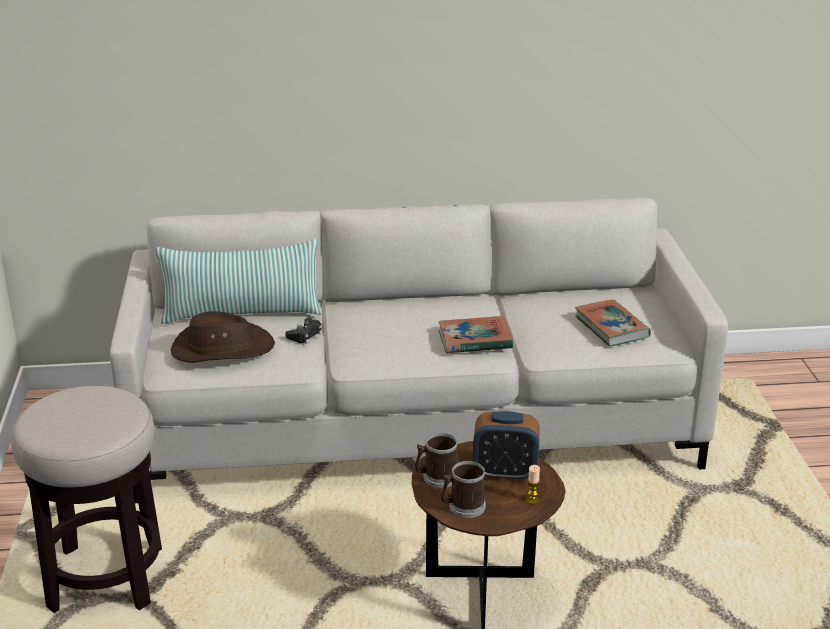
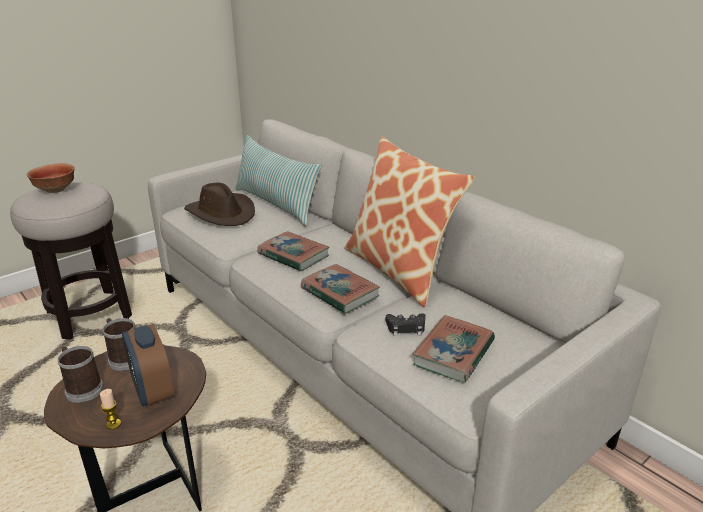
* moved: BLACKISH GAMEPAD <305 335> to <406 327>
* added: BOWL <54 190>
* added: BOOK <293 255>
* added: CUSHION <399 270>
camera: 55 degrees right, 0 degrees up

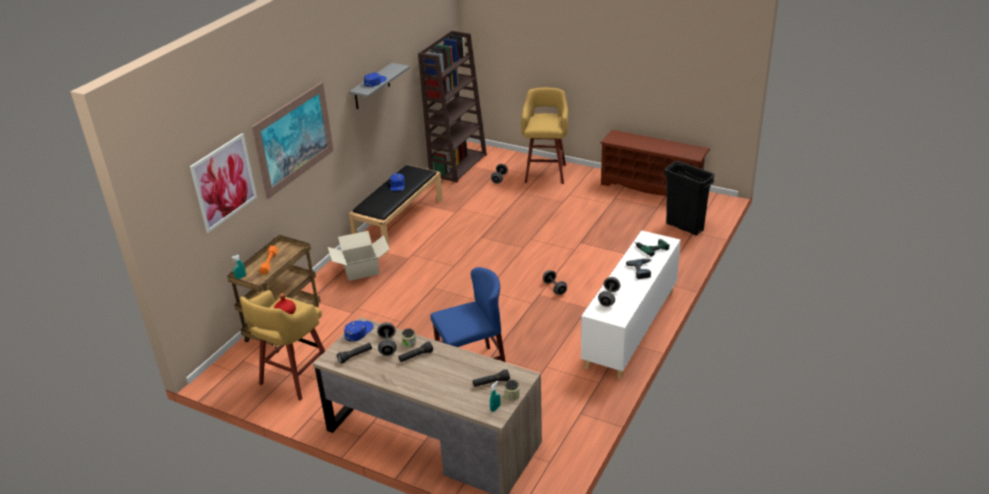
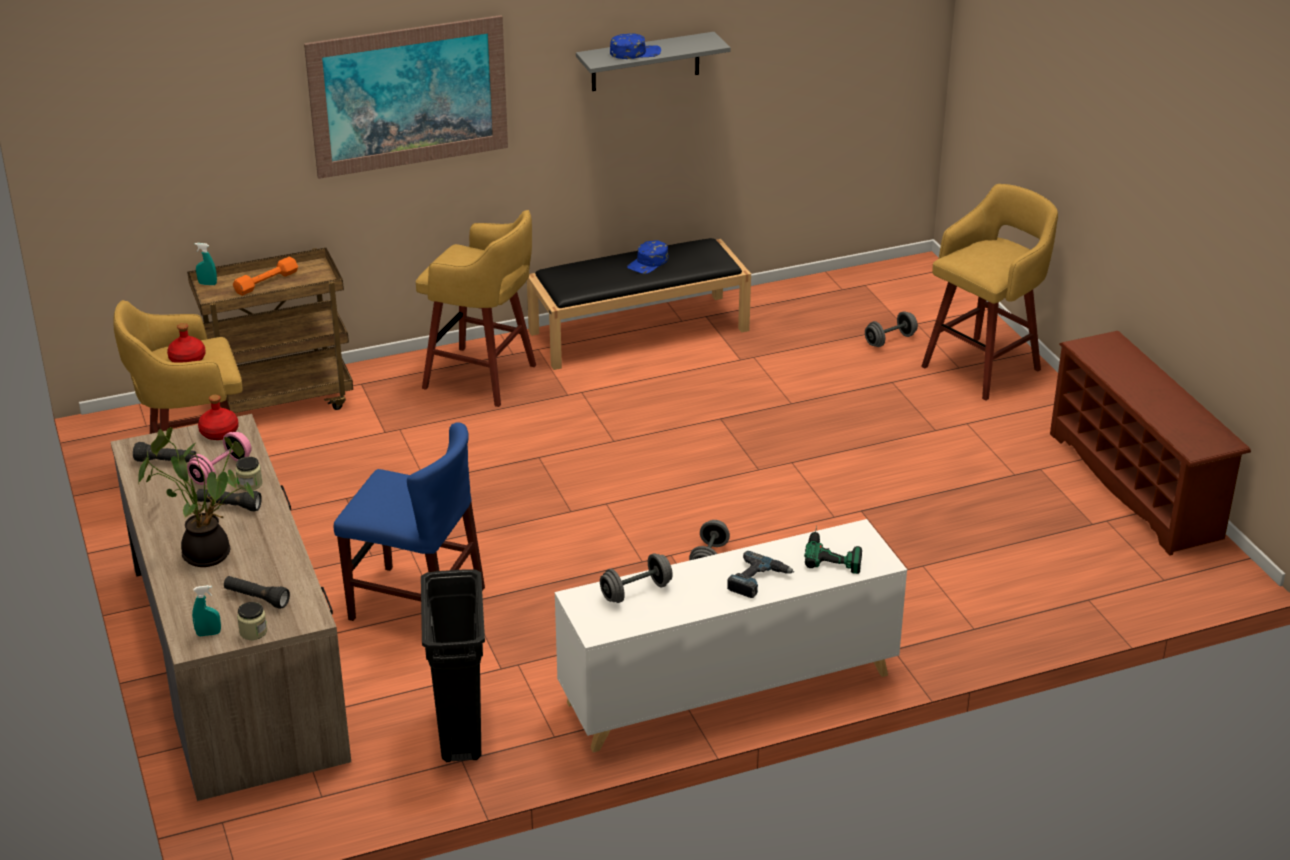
* removed: WALL ART <224 182>
* replaced: CARTON <361 270> to YELLOWISH STOOL <483 378>
* replaced: BLUE-COLOURED BASEBALL CAP <358 332> to RED-COLOURED DRINK BOTTLE <219 432>
* recoloured: GREY FREE WEIGHT <387 346> to PINK-COLOURED FREE WEIGHT <221 471>
* removed: BROWN-COLOURED SHELVING UNIT <458 165>
* moved: BLACKISH TRASH CAN <685 227> to <460 731>
* added: HOUSEPLANT <208 552>
camera: 40 degrees right, 0 degrees up

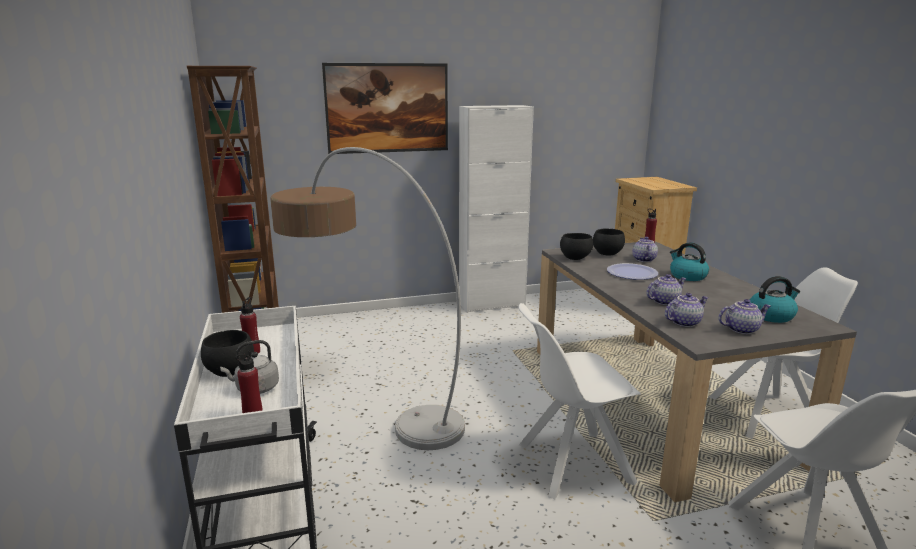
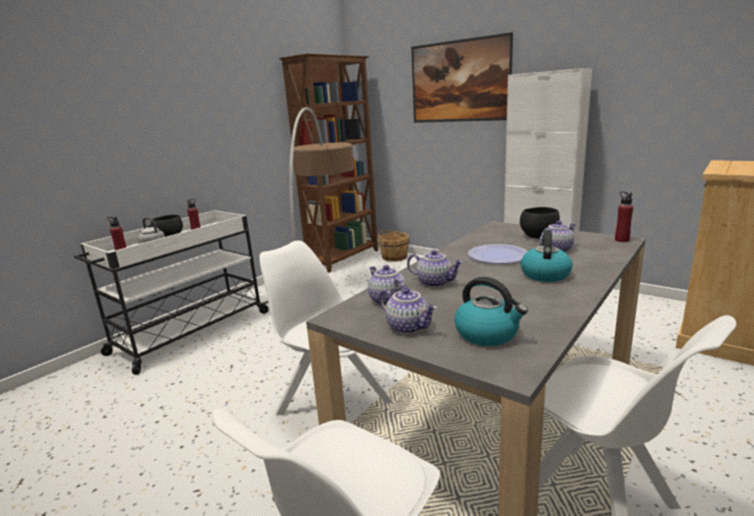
* removed: BLACKISH BOWL <574 258>
* turned: TEAPOT <684 322> = <386 300> 150 degrees counterclockwise
* added: BROWN-COLOURED BUCKET <394 257>
camera: 55 degrees right, 0 degrees up

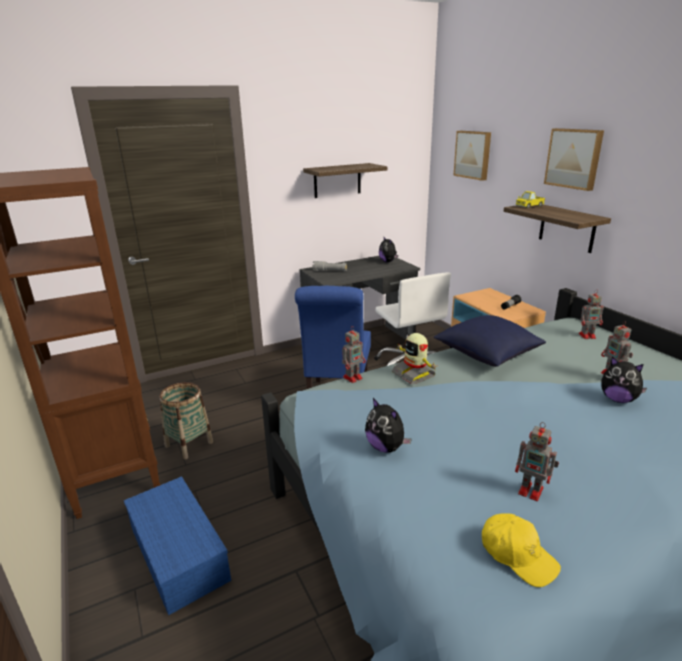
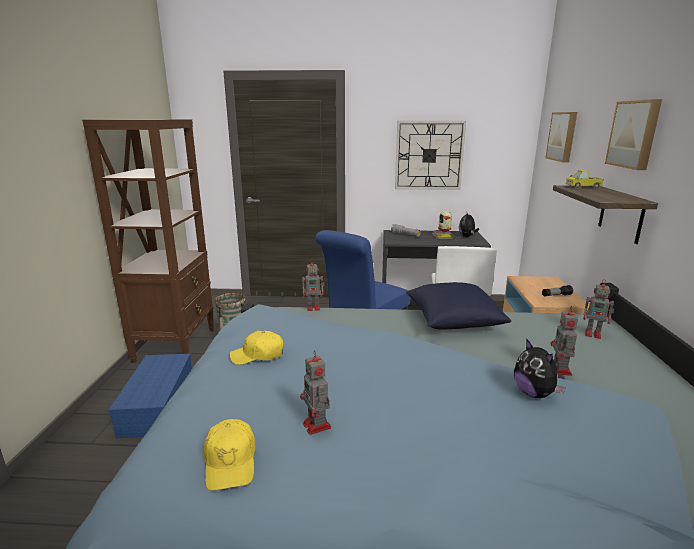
* replaced: SHELF <337 180> to WALL CLOCK <429 155>
* replaced: CUDDLY TOY <386 447> to YELLOWISH BASEBALL CAP <258 355>
* moved: TOY ROBOT <414 374> to <443 236>
camera: 30 degrees right, 5 degrees down

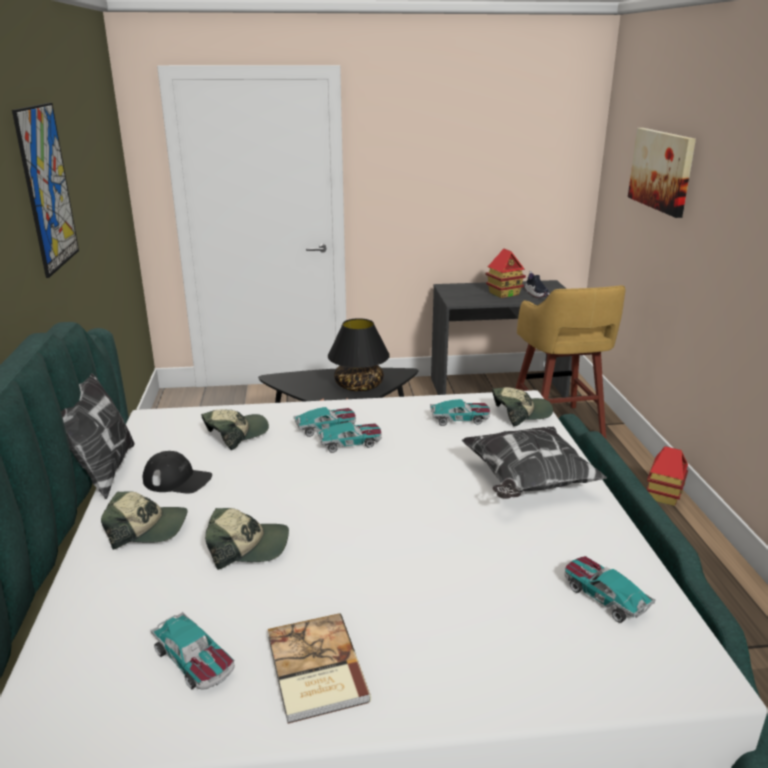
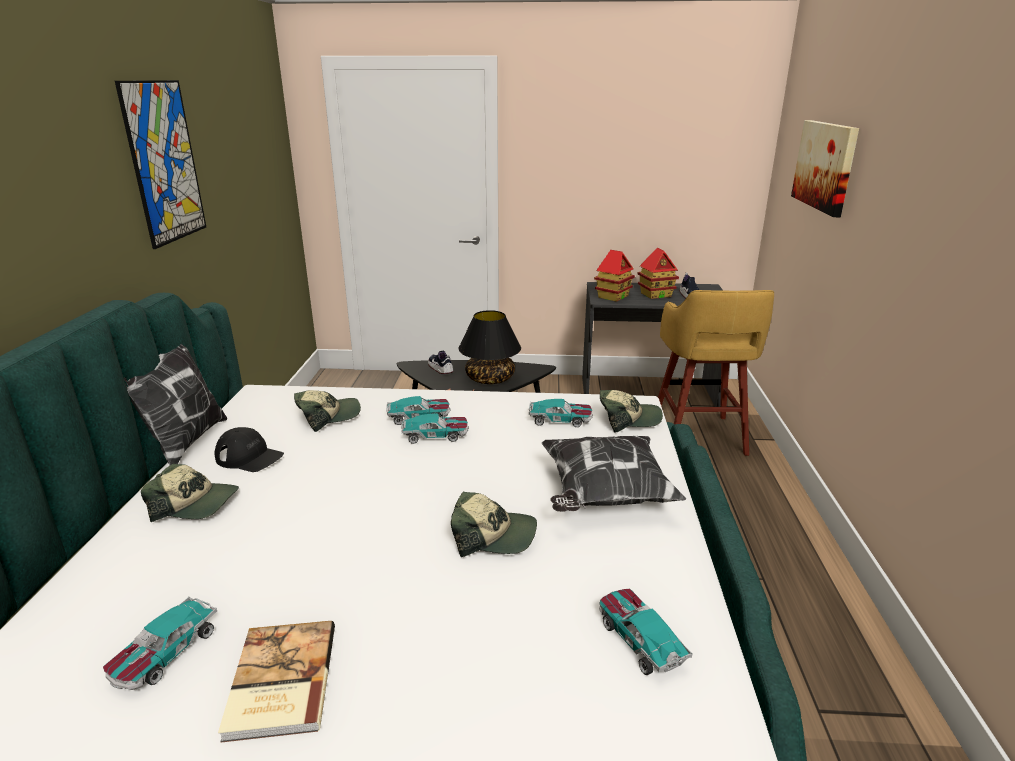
* turned: MODEL CAR <194 661> = <164 653> 60 degrees clockwise
* moved: BASEBALL CAP <248 546> to <493 535>
* moved: TOY HOUSE <663 495> to <613 296>
* added: ITEM OF FOOTWEAR <440 369>
camera: 10 degrees right, 0 degrees up

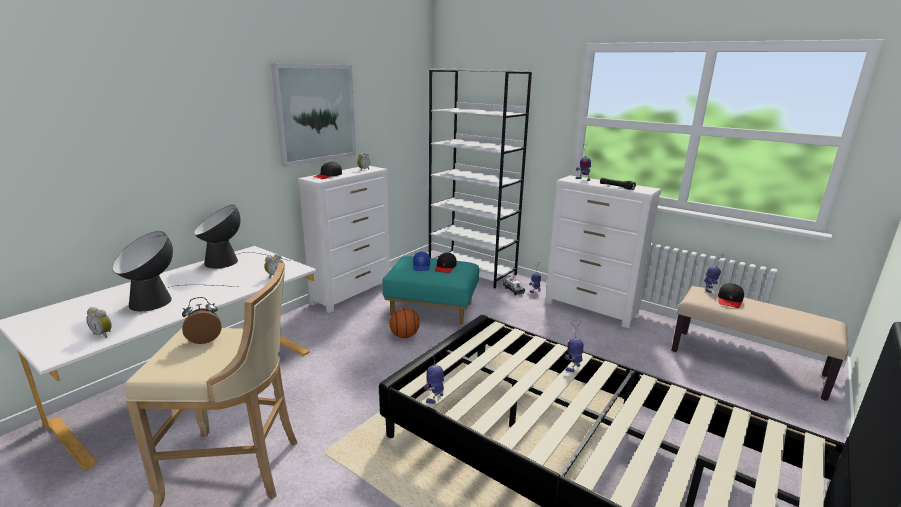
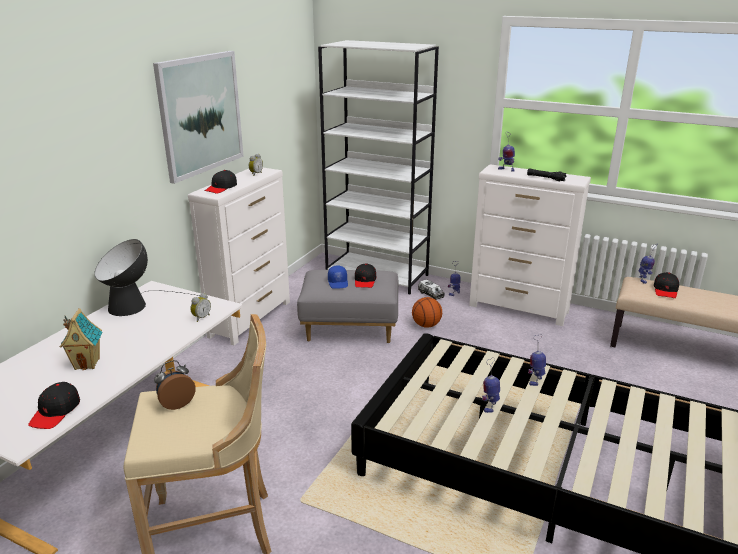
* replaced: TABLE CLOCK <104 334> to BLACKISH BASEBALL CAP <56 412>
* replaced: LAMP FOR A TABLE <158 300> to TOY HOUSE <87 363>
* recoloured: TURQUOISE FOOTREST <432 309> to GREY FOOTREST <350 328>
* moved: BASKETBALL BALL <404 336> to <426 325>
* moved: TOY ROBOT <435 397> to <490 406>
camera: 10 degrees left, 5 degrees up

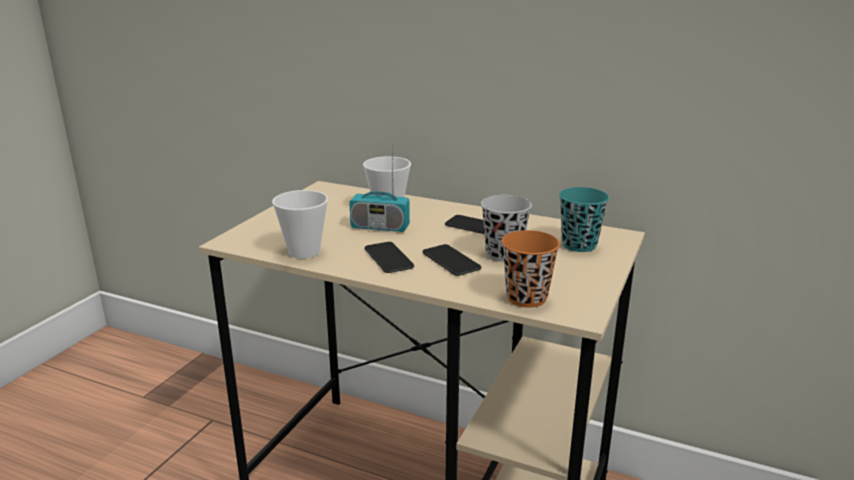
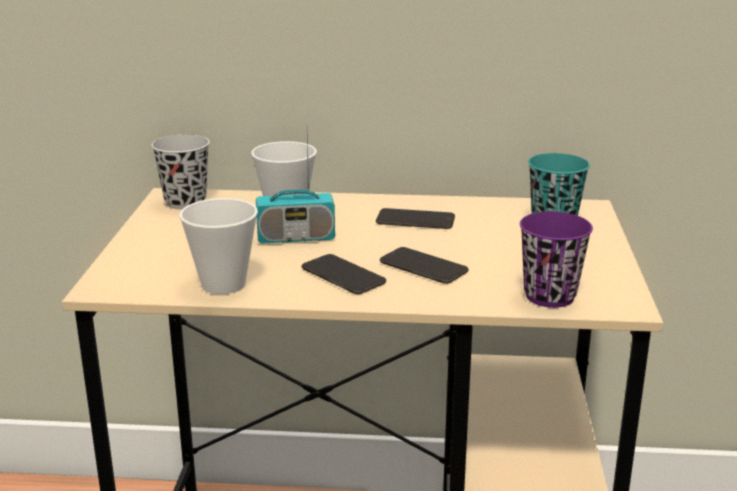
* moved: BLACKISH DRINKING CUP <503 254> to <185 202>
* recoloured: ORANGEY DRINKING CUP <526 298> to PURPLE-COLOURED DRINKING CUP <549 296>
camera: 20 degrees left, 0 degrees up

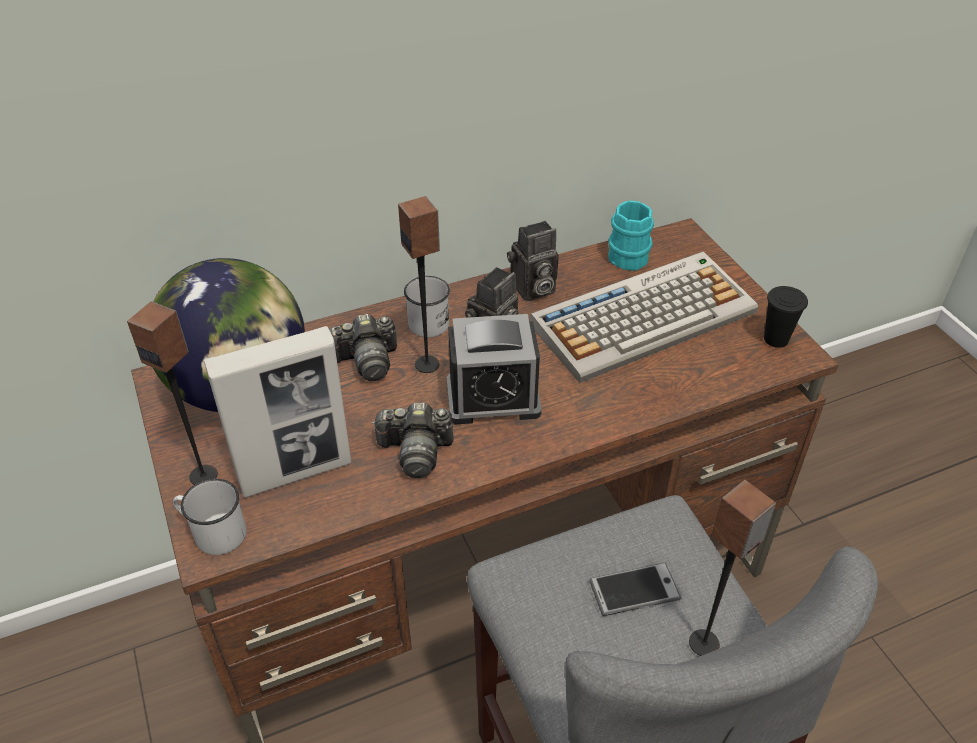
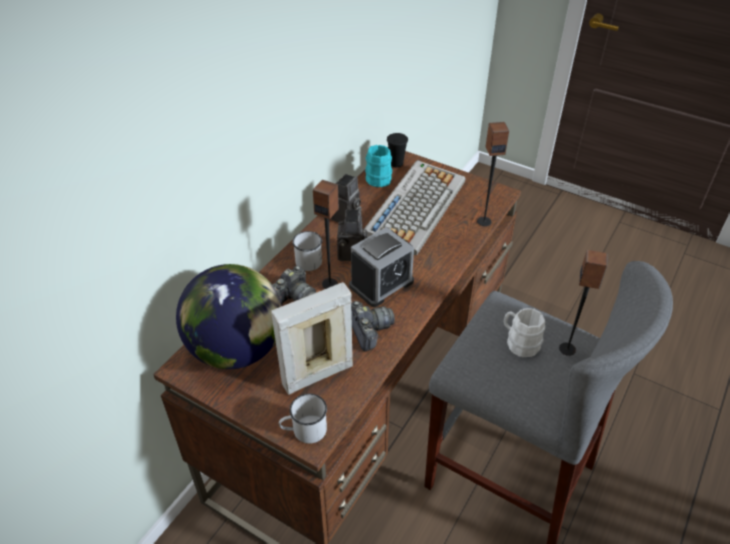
* moved: AUDIO SPEAKER <204 475> to <484 221>
* turned: PICTURE FRAME <296 472> = <317 375> 150 degrees counterclockwise
* turned: STILL CAMERA <416 451> = <369 331> 75 degrees counterclockwise
* replaced: HANDSET <634 590> to WHITE-COLOURED COFFEE MUG <519 343>
* moved: BLACKISH DRINKING CUP <776 339> to <396 163>
camera: 35 degrees left, 0 degrees up

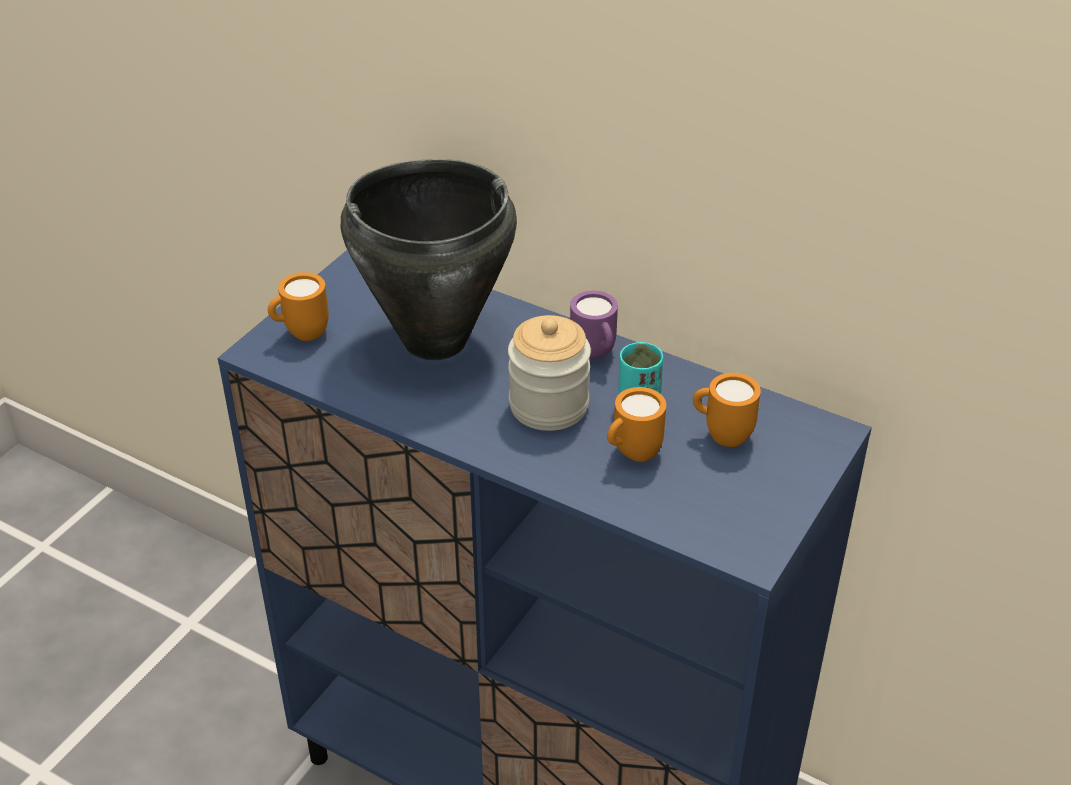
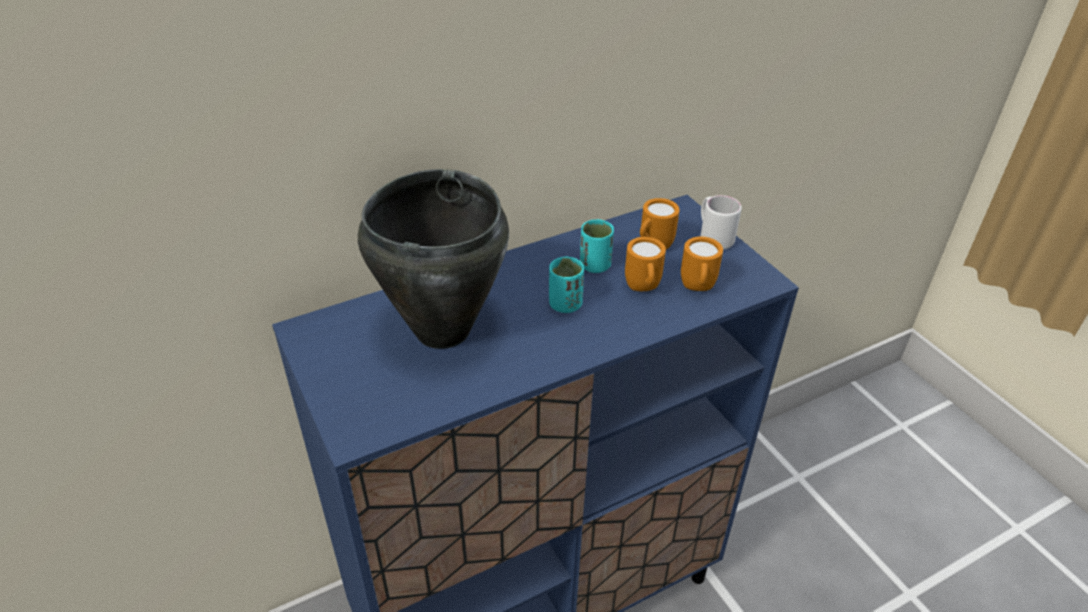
* moved: ORANGEY COFFEE MUG <301 334> to <697 289>
* replaced: PRESERVE JAR <548 405> to TURQUOISE DRINKING CUP <565 304>
* removed: PURPLE-COLOURED COFFEE MUG <595 355>
* added: WHITE-COLOURED COFFEE MUG <713 237>
camera: 60 degrees left, 0 degrees up

